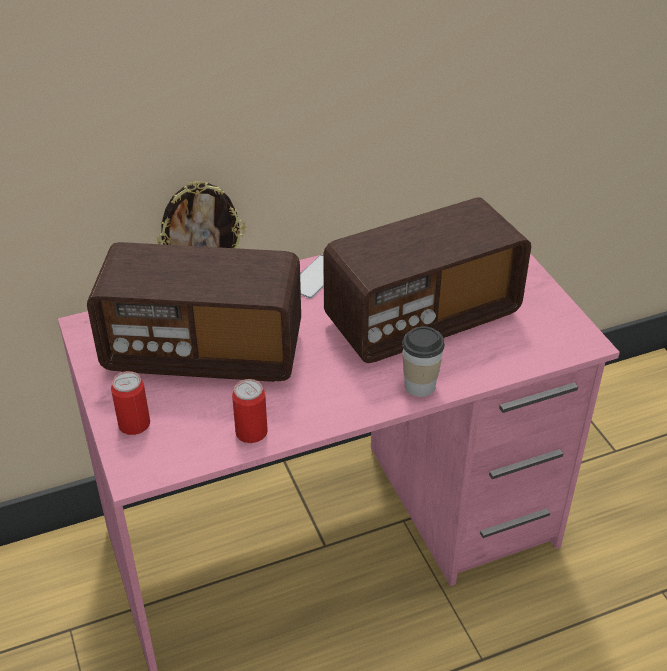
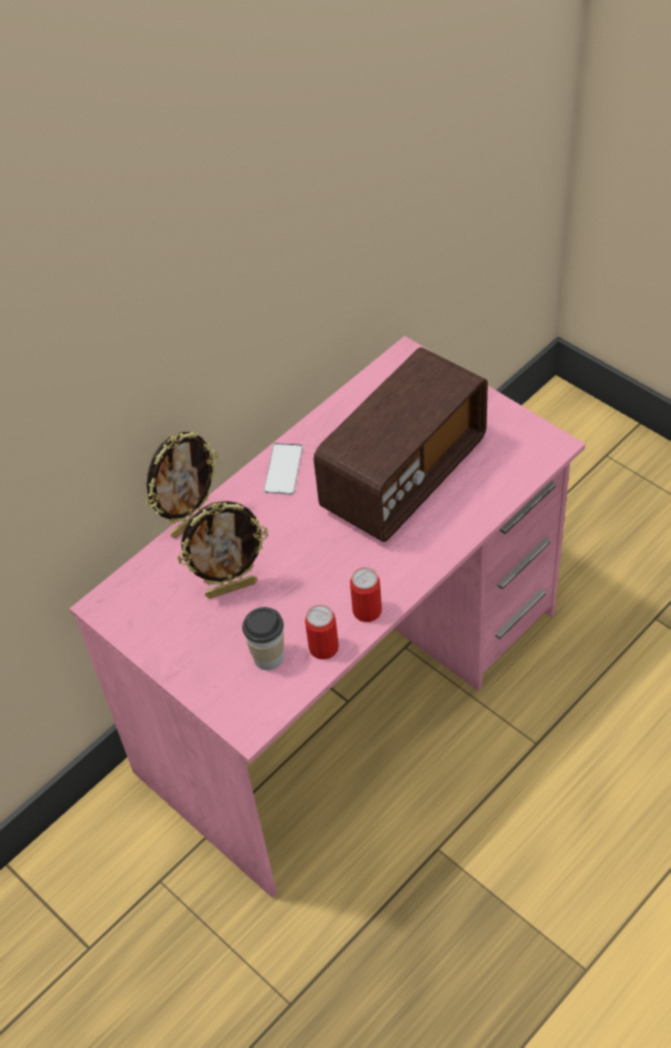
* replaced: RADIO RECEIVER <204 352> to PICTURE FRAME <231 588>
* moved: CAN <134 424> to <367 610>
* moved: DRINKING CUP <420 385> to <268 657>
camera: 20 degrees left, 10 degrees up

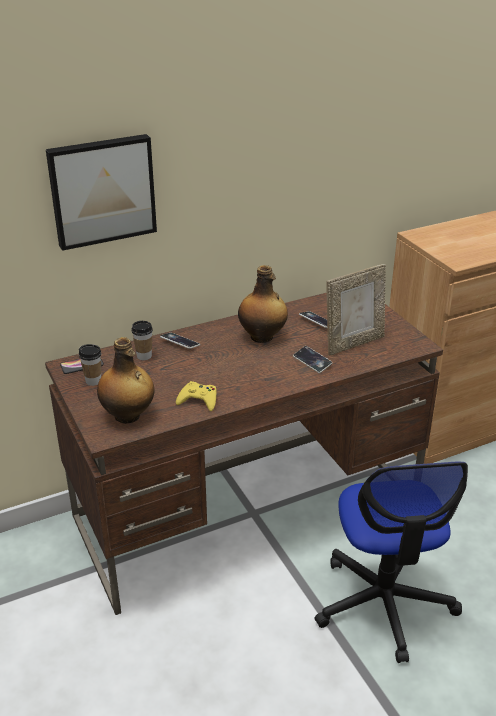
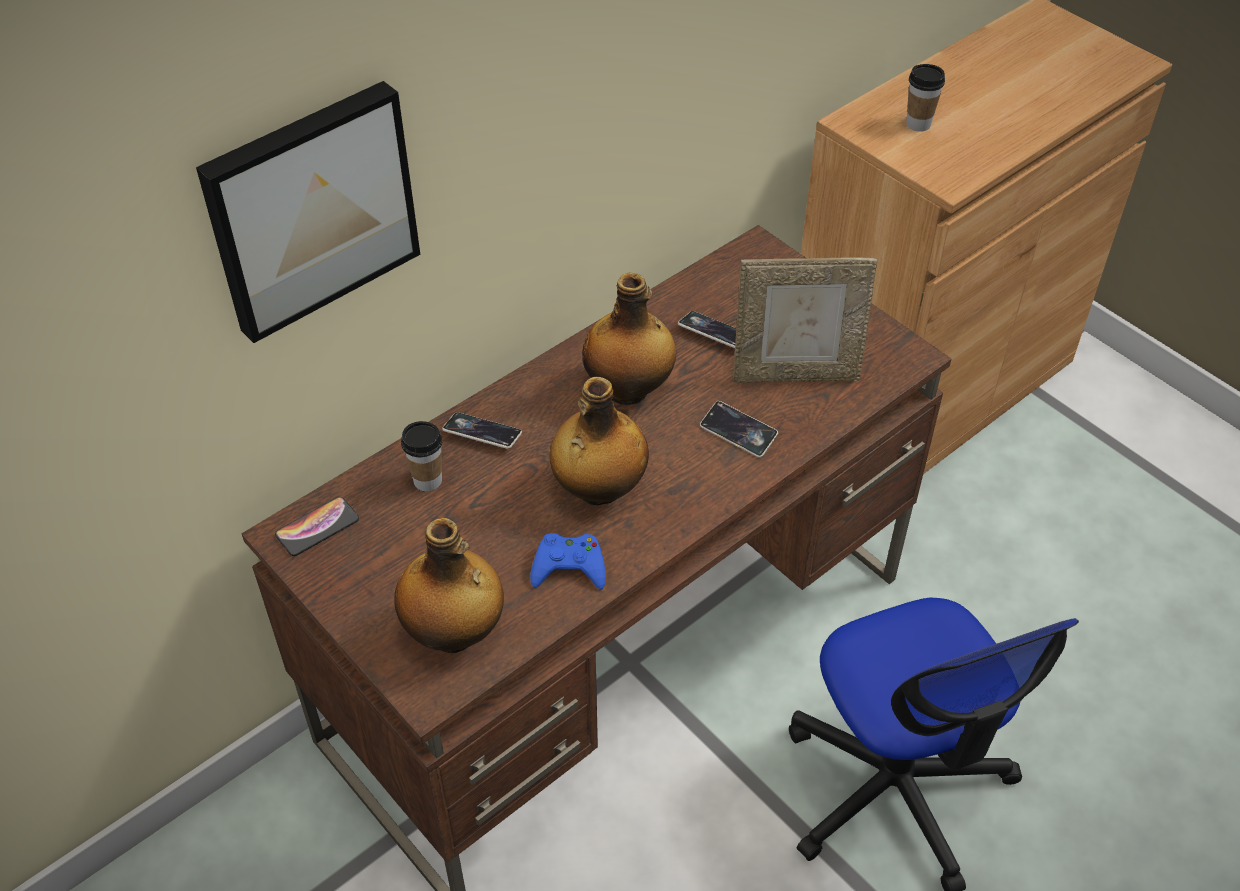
* moved: DRINKING CUP <93 381> to <918 124>
* recoloured: YELLOWISH GAMEPAD <198 400> to BLUE-COLOURED GAMEPAD <569 567>
* turned: PICTURE FRAME <354 343> = <796 374> 45 degrees clockwise
* added: DRINK BOTTLE <598 490>
camera: 15 degrees left, 15 degrees up

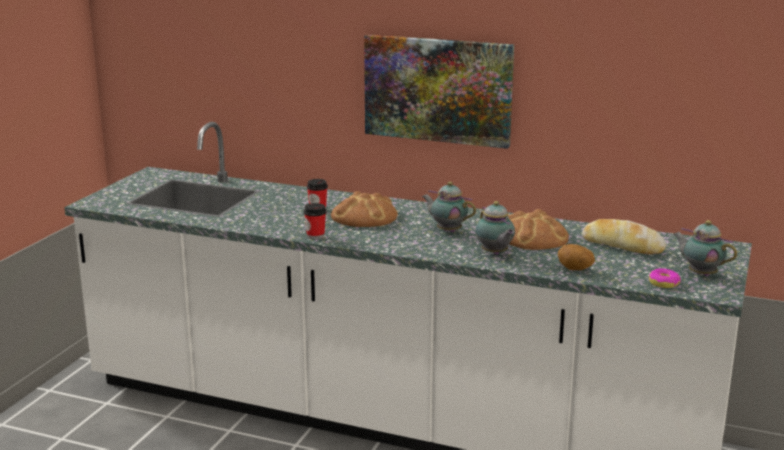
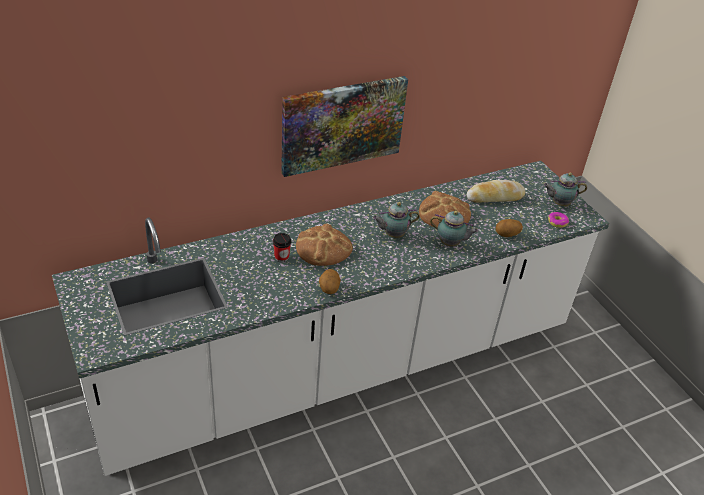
* replaced: DRINKING CUP <315 236> to WHOLE POTATO <328 289>
camera: 50 degrees left, 20 degrees up

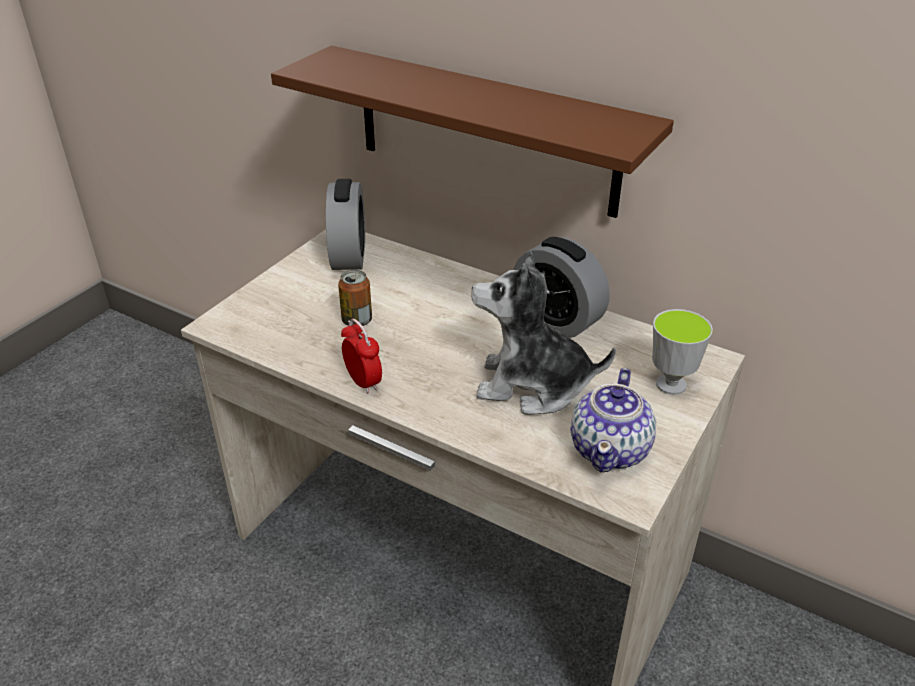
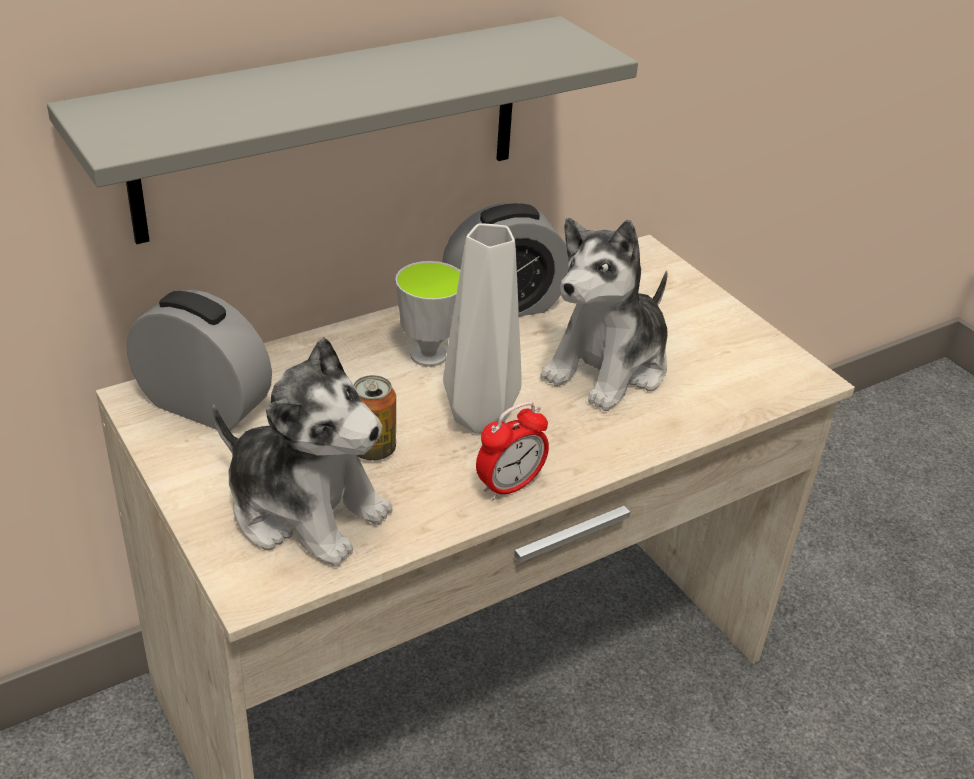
* recoloured: BROWN-COLOURED SHELF <485 131> to GREY SHELF <332 128>
* turned: TABLE CLOCK <363 382> = <509 486> 150 degrees clockwise
* removed: TEAPOT <610 449>
* moved: DRINKING CUP <671 384> to <428 355>
* added: CUDDLY TOY <305 510>
* added: GREY VASE <482 418>
camera: 65 degrees left, 0 degrees up

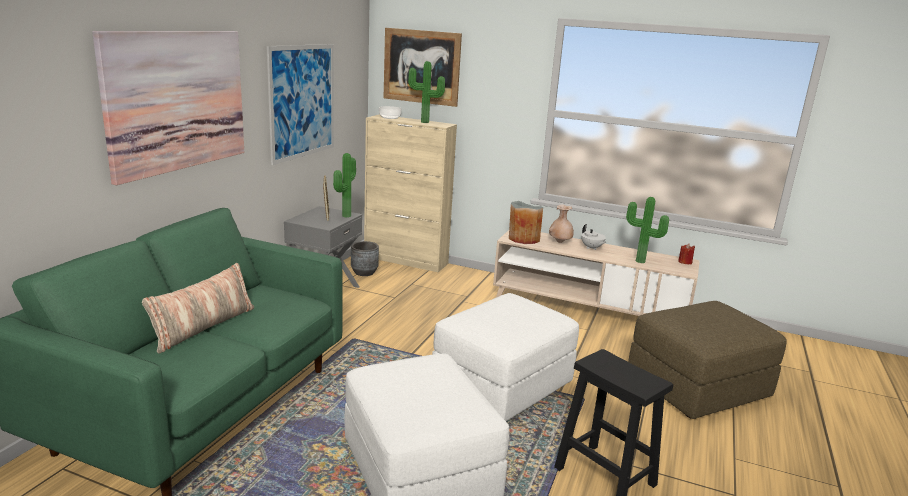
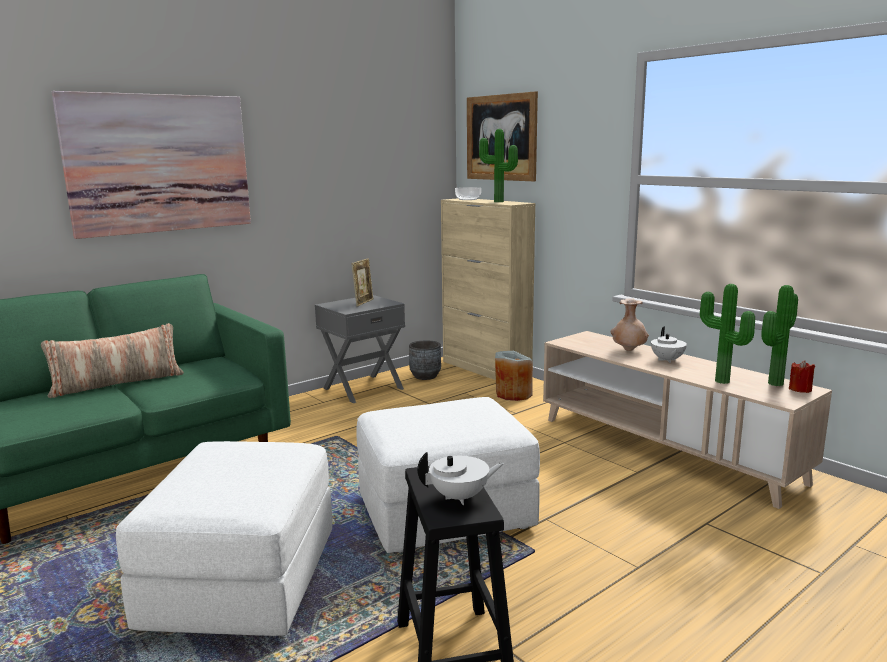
* removed: WALL ART <302 101>
* moved: HOUSEPLANT <344 215> to <772 383>
* moved: GREY VASE <523 238> to <513 394>
* removed: BROWN-COLOURED FOOTREST <697 387>
* added: WHITE-COLOURED TEAPOT <460 497>
camera: 30 degrees right, 5 degrees down

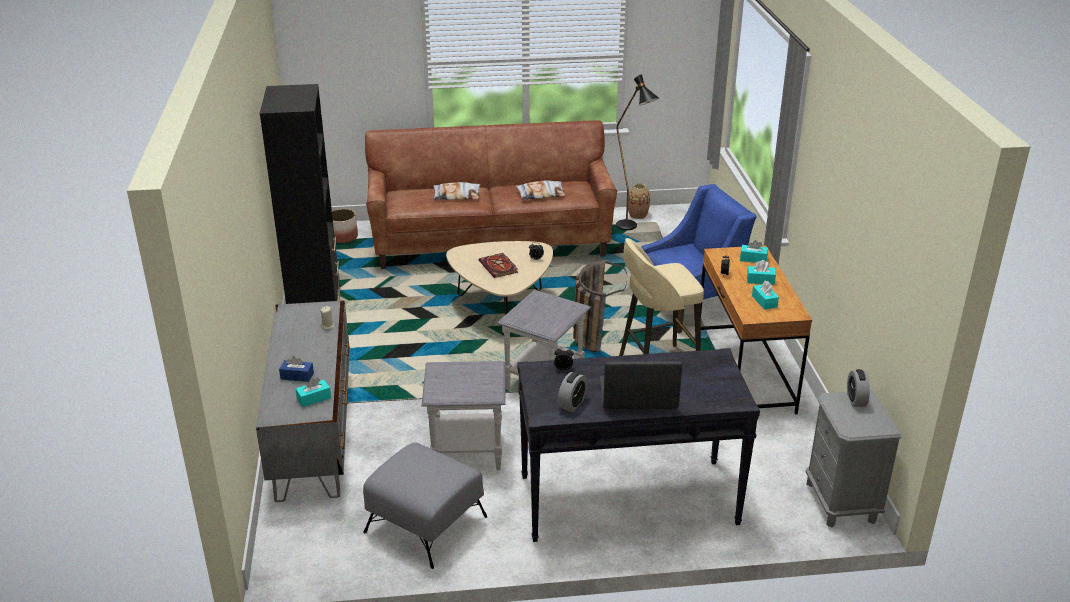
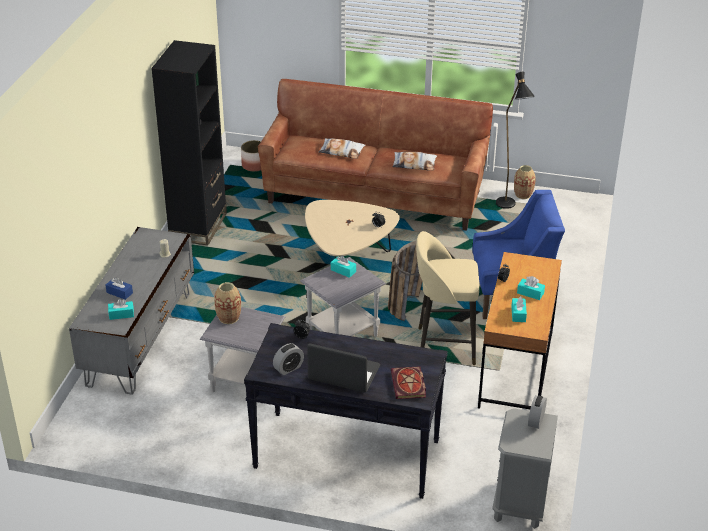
* removed: GREY FOOTREST <425 523>
* moved: BOOK <499 267> to <409 385>
* moved: TURQUOISE TISSUE BOX <753 259> to <343 271>
* added: VASE <229 318>
camera: 20 degrees right, 5 degrees up

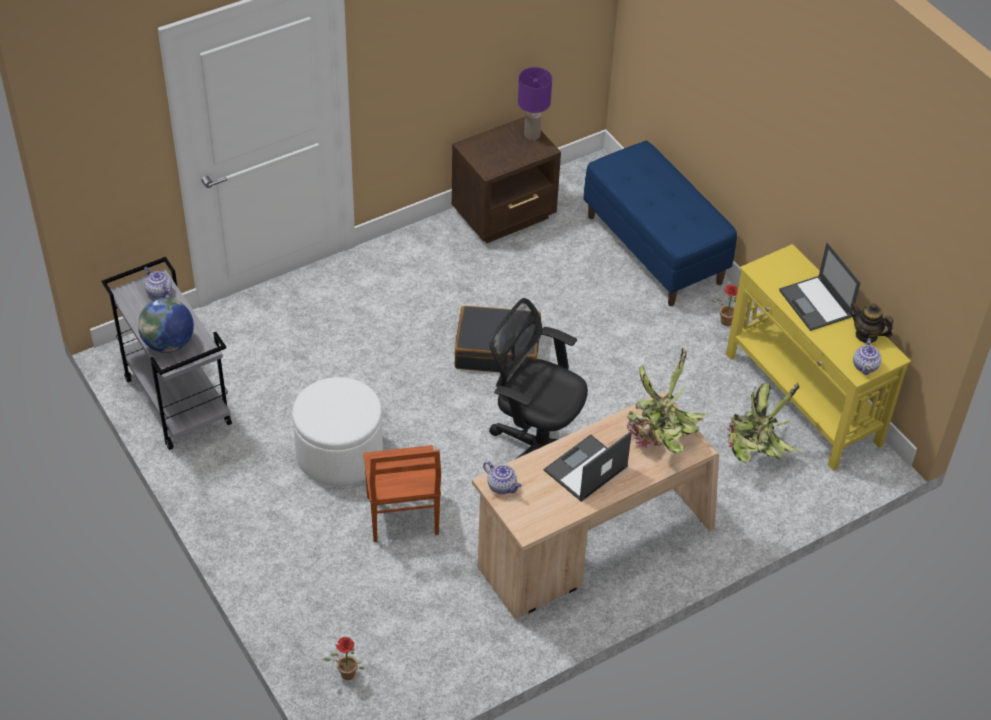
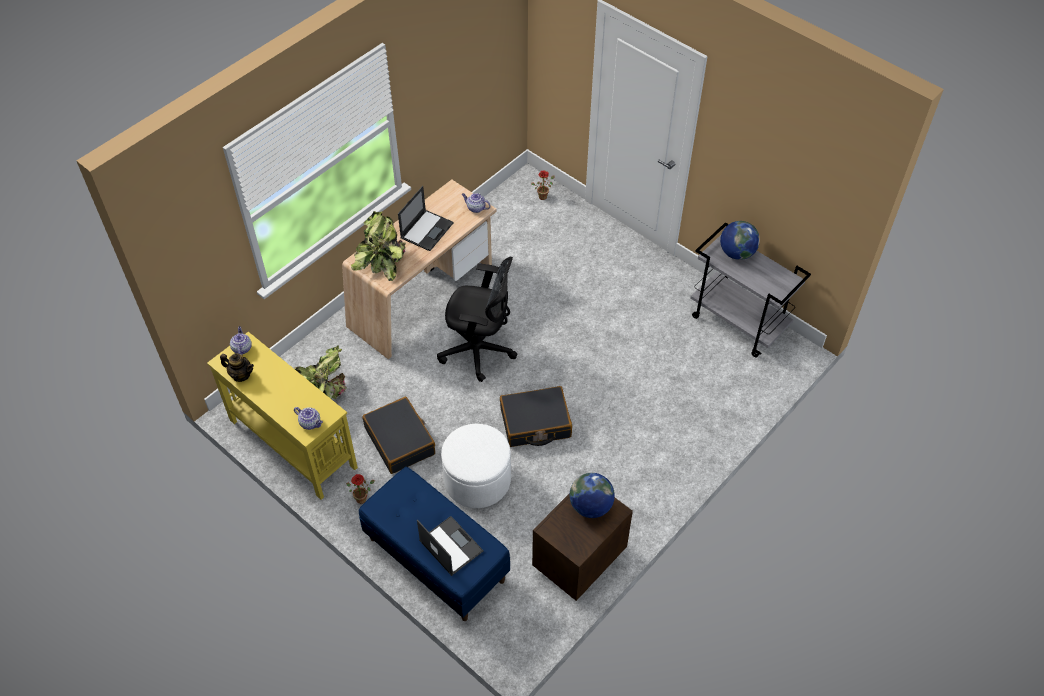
* moved: TEAPOT <158 292> to <311 423>
* moved: WHITE-COLOURED FOOTREST <339 454> to <477 480>
* removed: BROWN-COLOURED UPRIGHT CHAIR <401 516>
* removed: PURPLE-COLOURED LAMP FOR A TABLE <532 134>
* moved: NOTEBOOK COMPUTER <816 304> to <450 545>
* added: BLACKISH PIECE OF LUGGAGE <400 441>
* added: DESK GLOBE <590 506>
camera: 165 degrees right, 5 degrees up

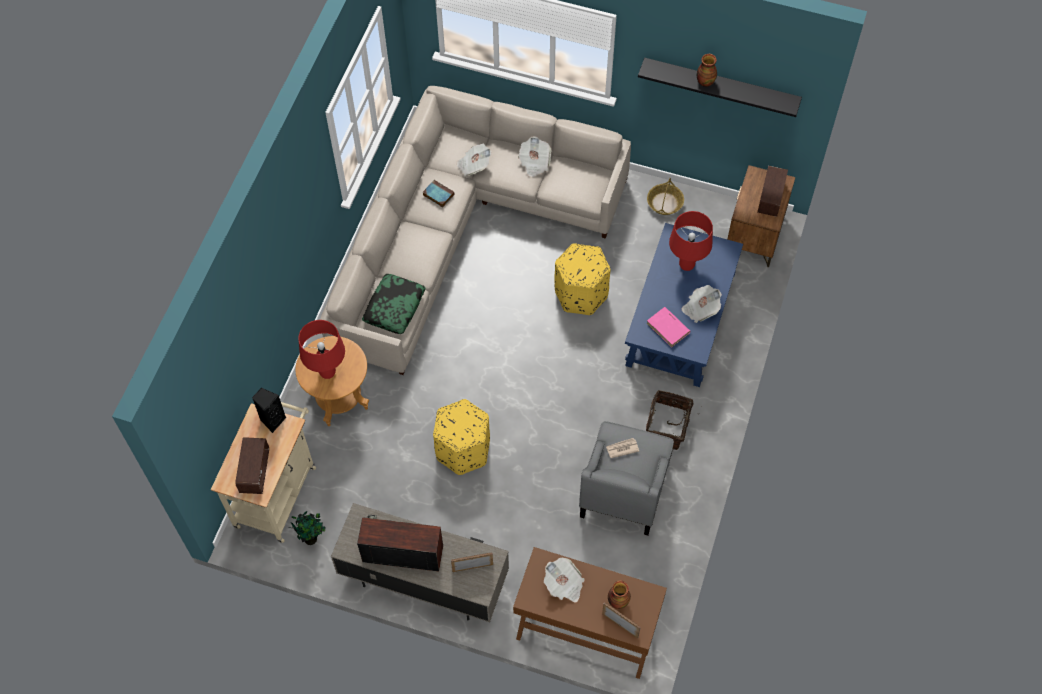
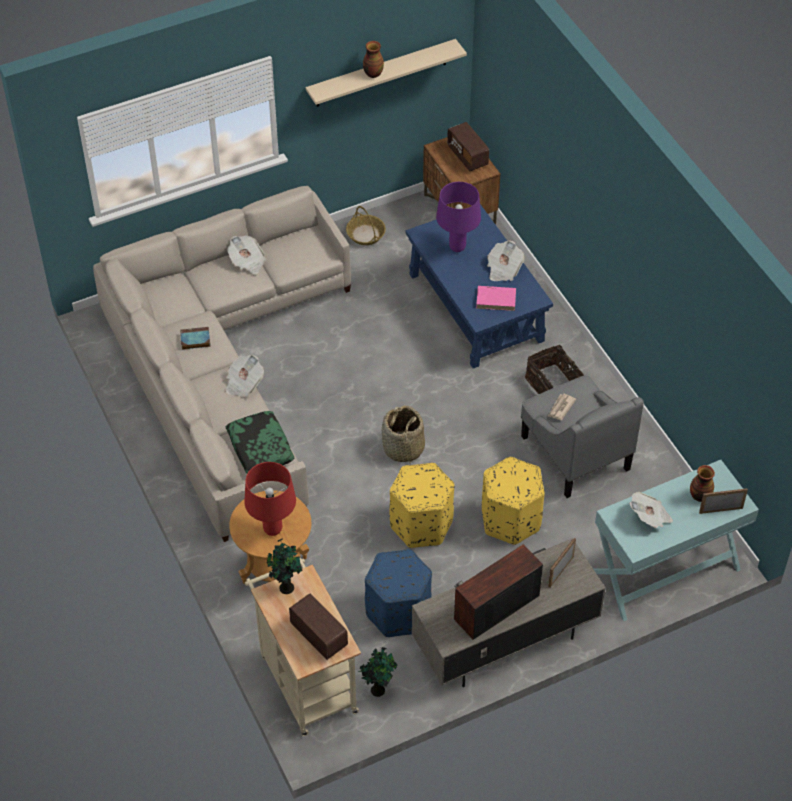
* replaced: BLACKISH AUDIO SPEAKER <272 420> to HOUSEPLANT <285 587>
* moved: PRINTED PAPER <473 165> to <243 383>
* recoloured: BROWN-COLOURED NARROW TABLE <586 630> to TURQUOISE NARROW TABLE <665 570>
* moved: YELLOWISH FOOTREST <580 294> to <510 520>
* recoloured: BLACKISH SHELF <720 85> to BEIGE SHELF <381 73>
* recoloured: RED-COLOURED LAMP FOR A TABLE <687 265> to PURPLE-COLOURED LAMP FOR A TABLE <457 247>
* added: BLUE-COLOURED FOOTREST <398 611>
* added: HOUSEHOLD BASKET <403 448>
camera: 45 degrees left, 10 degrees down

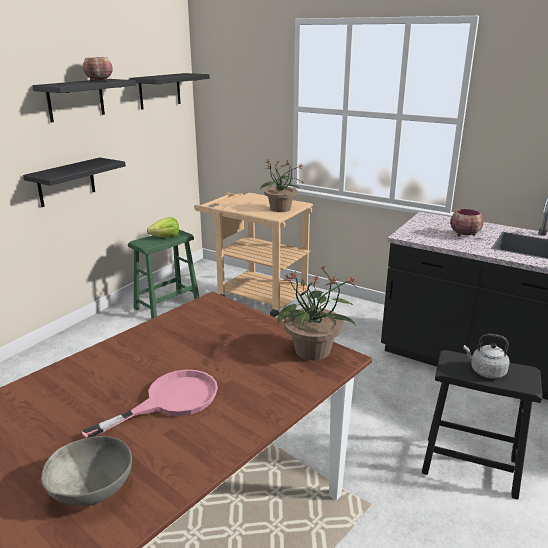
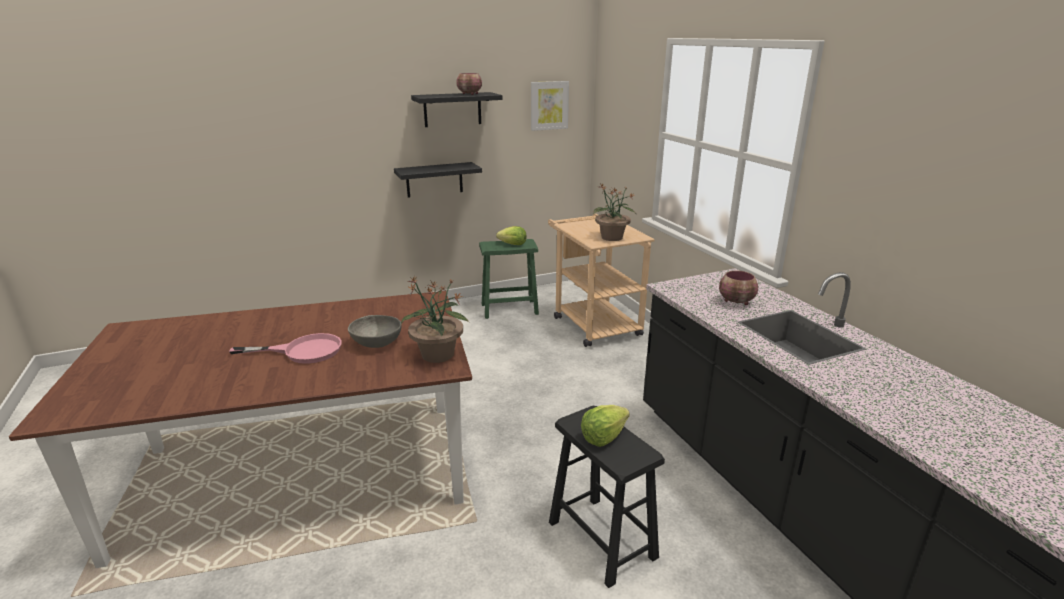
* moved: GREY BOWL <92 488> to <377 343>
* replaced: BLACKISH SHELF <159 91> to WALL ART <549 105>
* replaced: GREY KETTLE <485 371> to HEAD OF LETTUCE <603 437>
camera: 35 degrees right, 0 degrees up

